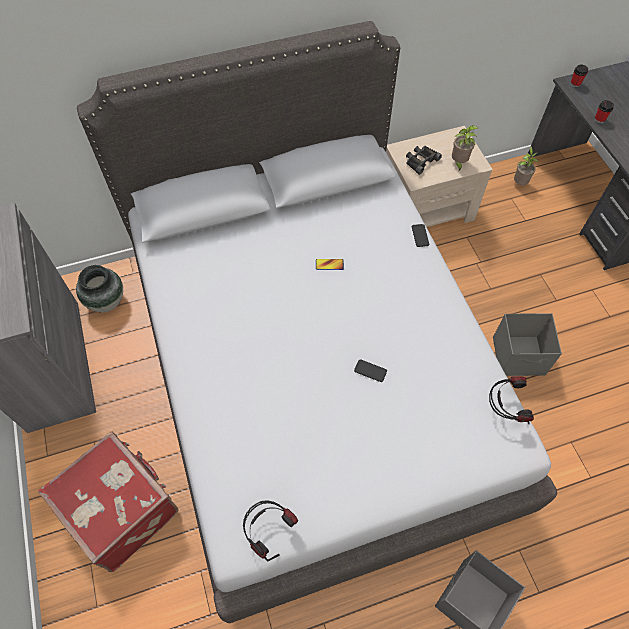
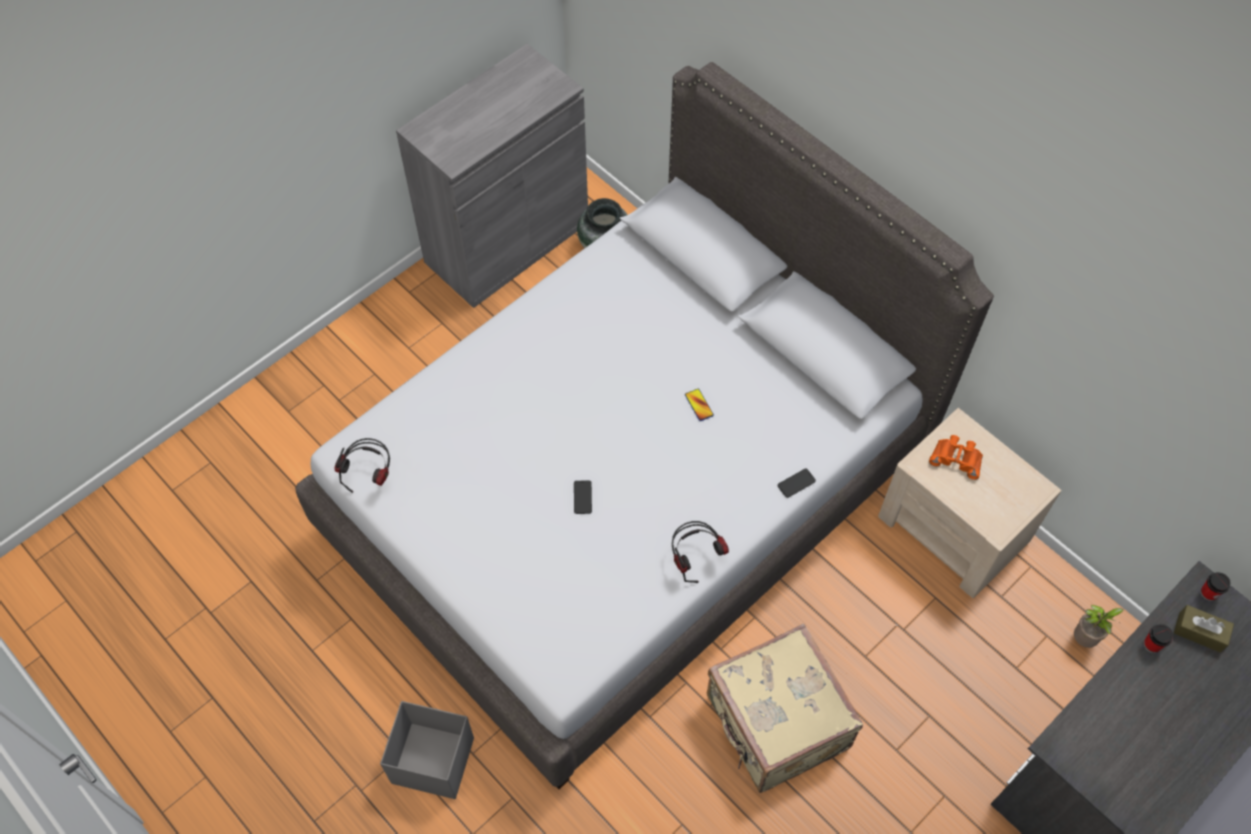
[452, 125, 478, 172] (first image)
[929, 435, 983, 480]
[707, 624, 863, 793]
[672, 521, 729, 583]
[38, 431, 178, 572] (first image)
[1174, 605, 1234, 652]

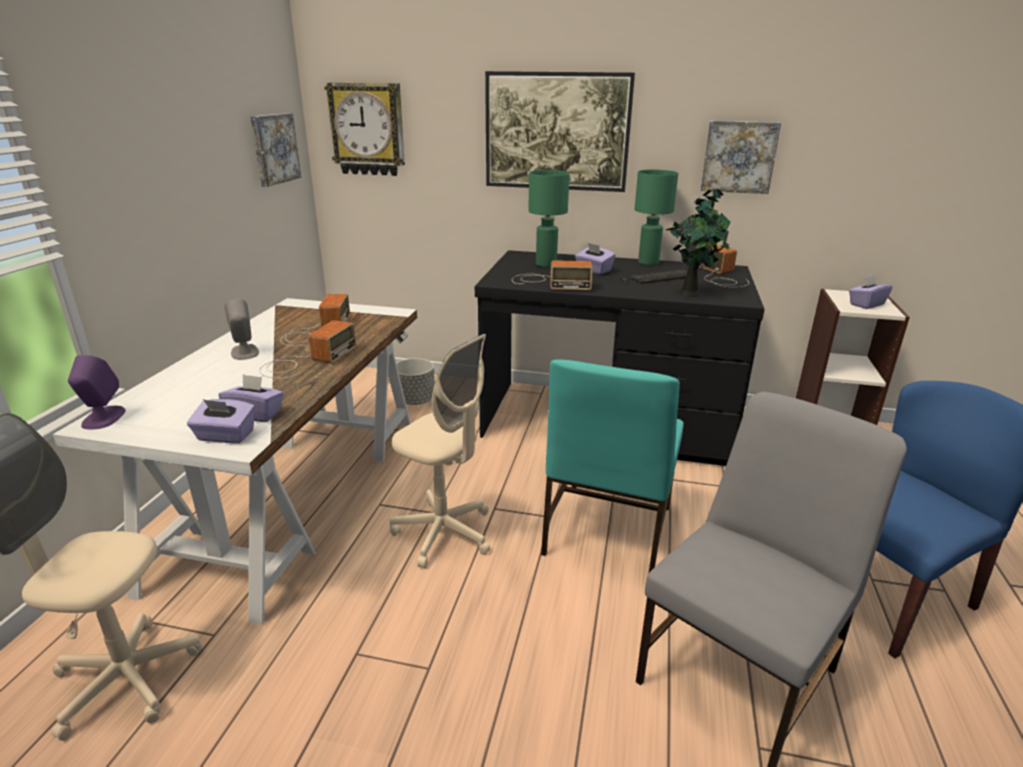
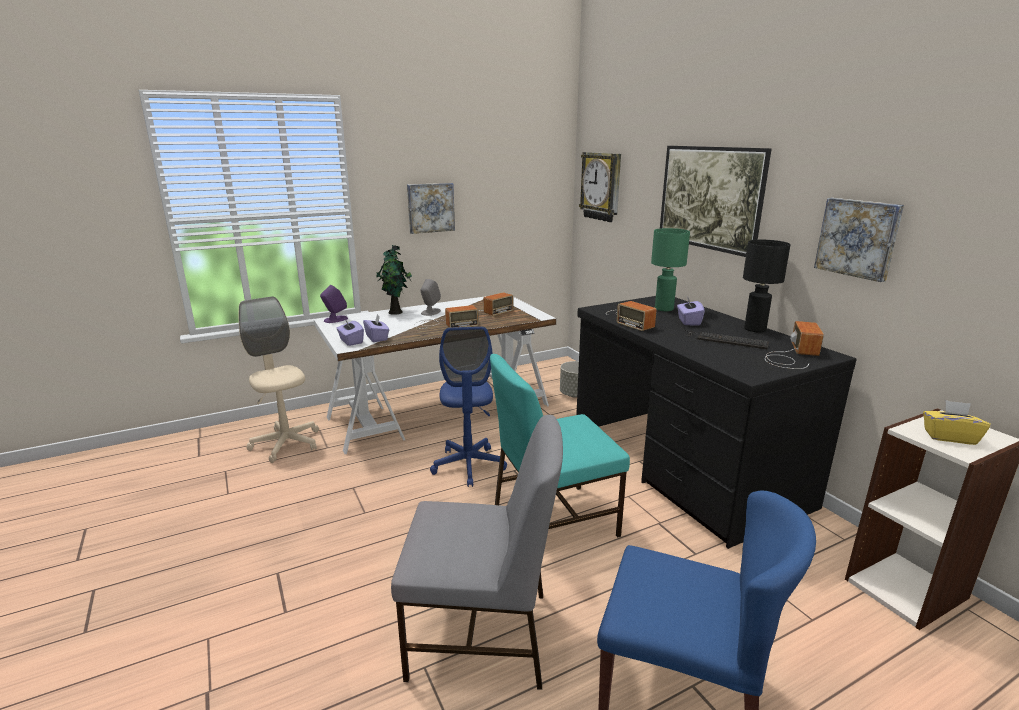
[407, 183, 455, 234]
[743, 240, 791, 332]
[376, 245, 412, 315]
[923, 400, 991, 445]
[430, 326, 507, 487]

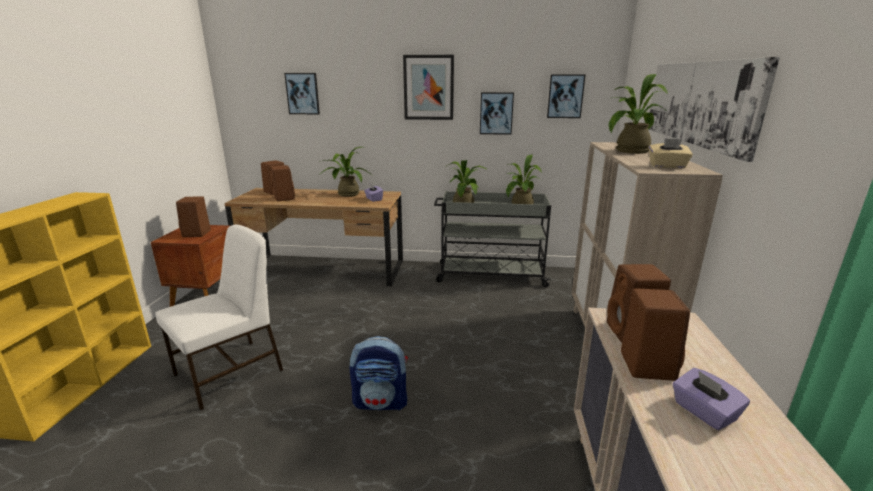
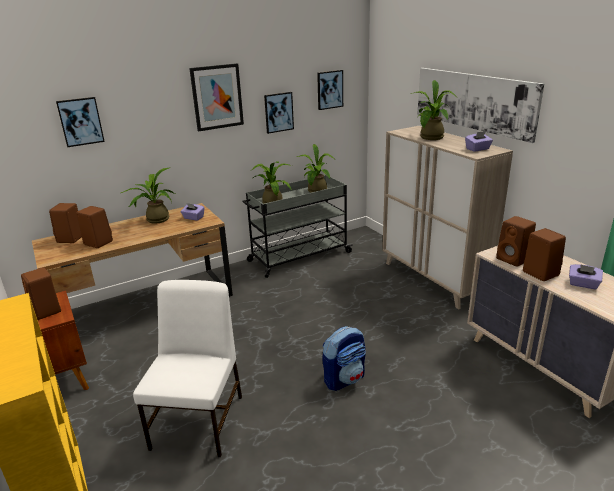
[465, 131, 493, 152]

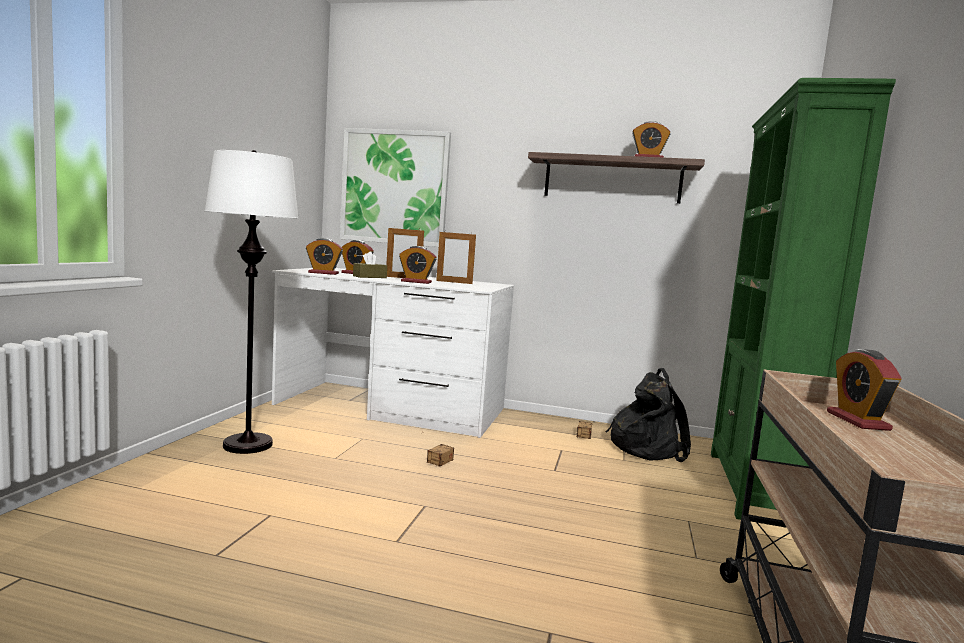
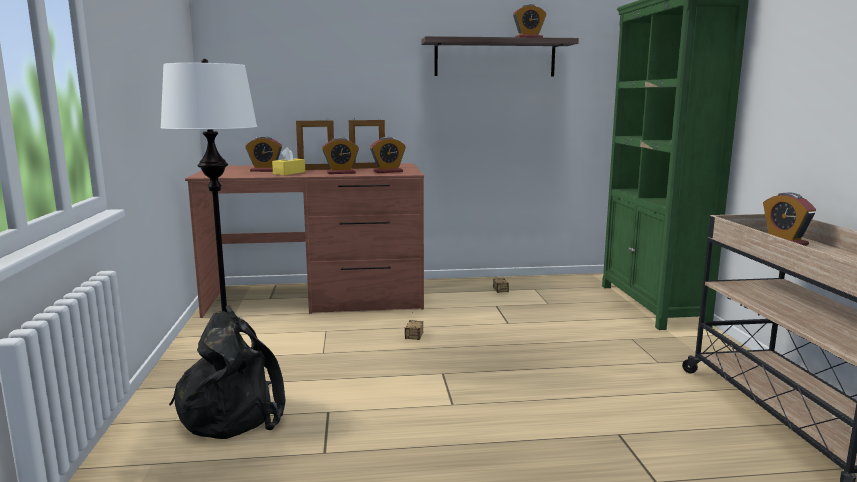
[340, 128, 451, 247] (first image)
[370, 137, 406, 173]
[272, 147, 305, 175]
[185, 163, 424, 318]
[169, 305, 285, 439]

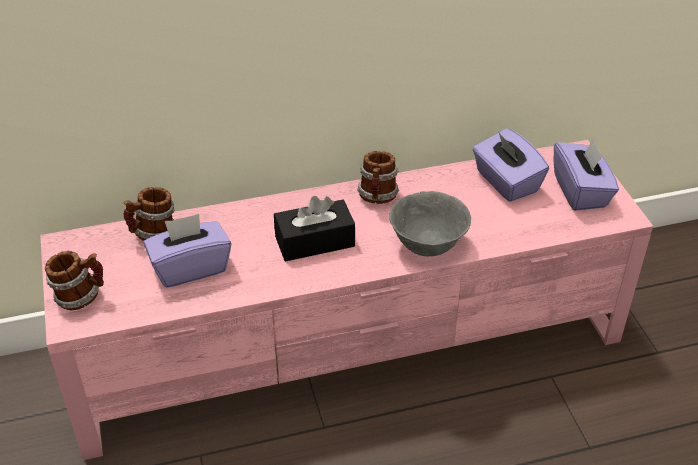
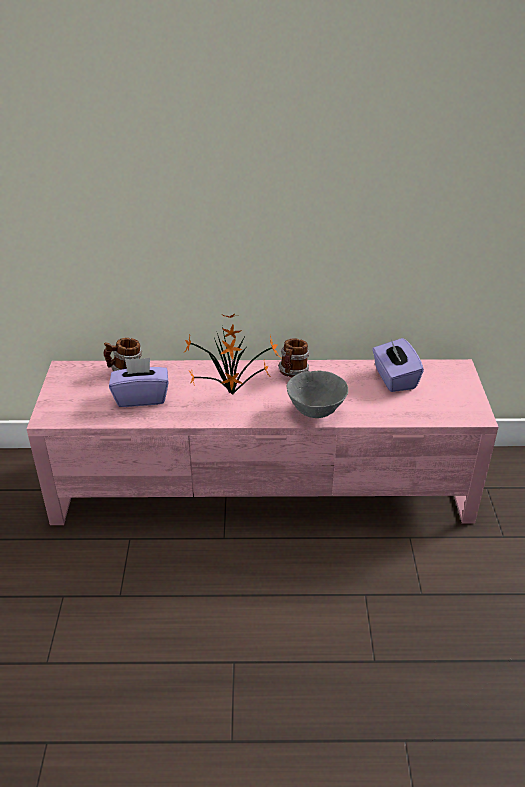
[554, 137, 619, 211] (first image)
[185, 313, 281, 394]
[45, 251, 104, 310] (first image)

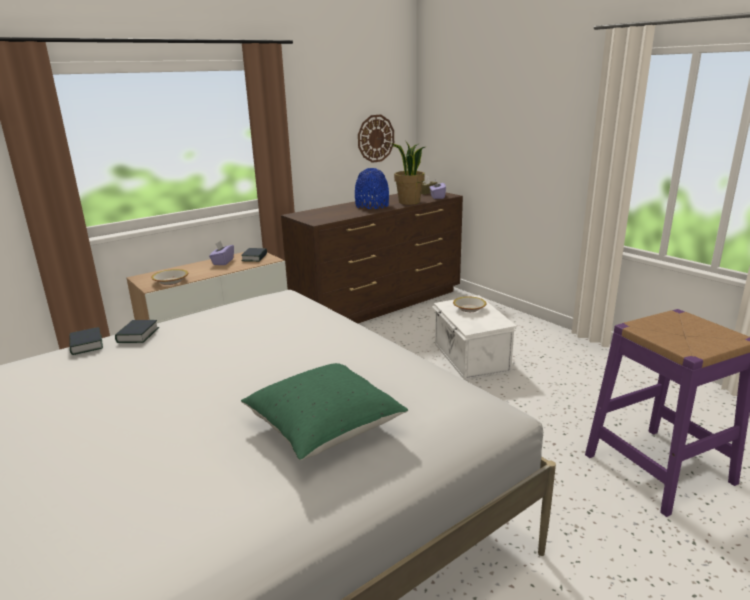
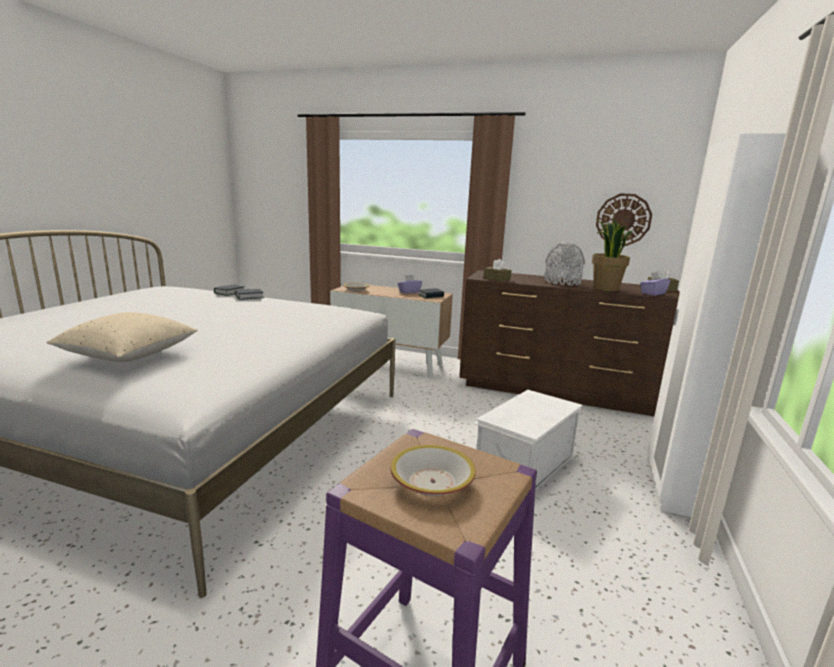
[545, 242, 585, 286]
[390, 445, 476, 497]
[47, 312, 198, 362]
[647, 133, 786, 517]
[484, 259, 511, 282]

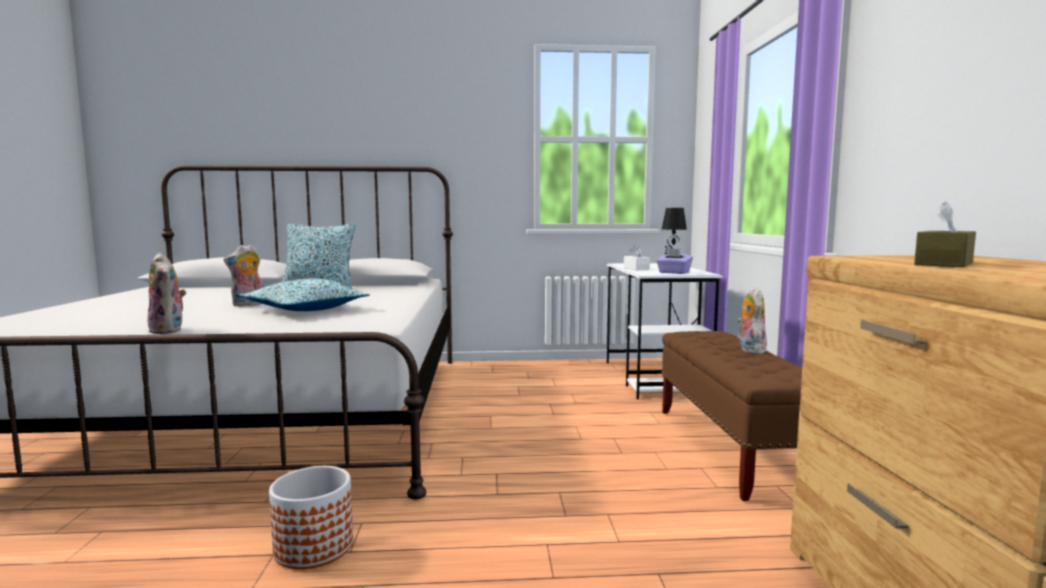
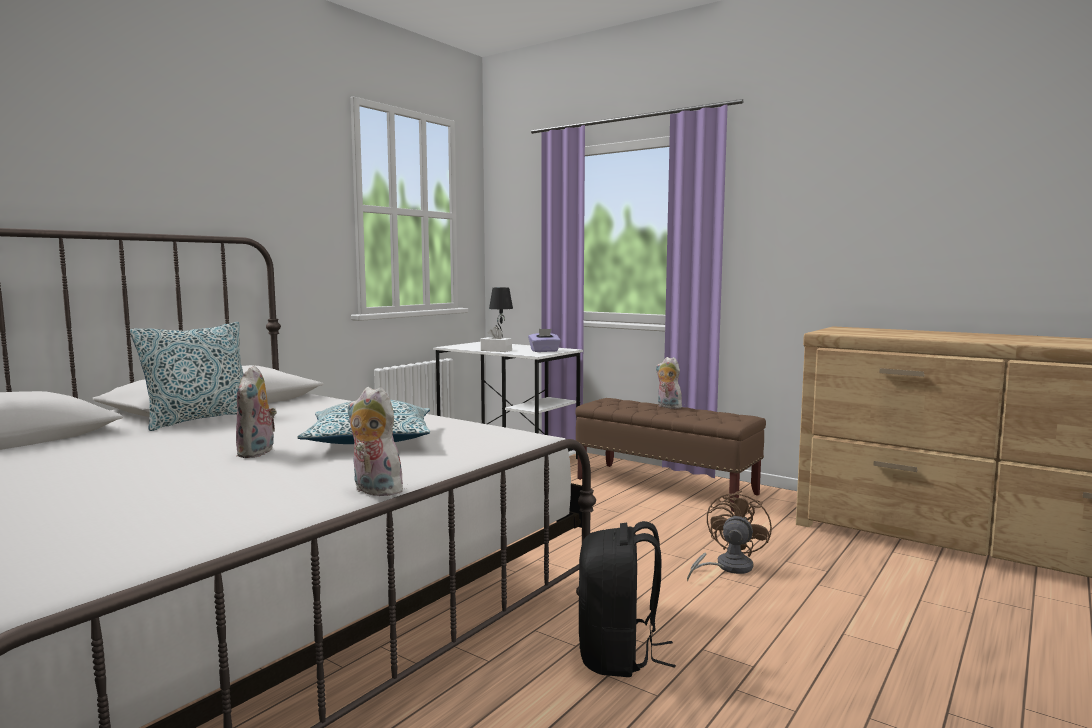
[914, 200, 976, 267] (first image)
[348, 387, 403, 496]
[579, 521, 676, 677]
[687, 490, 772, 581]

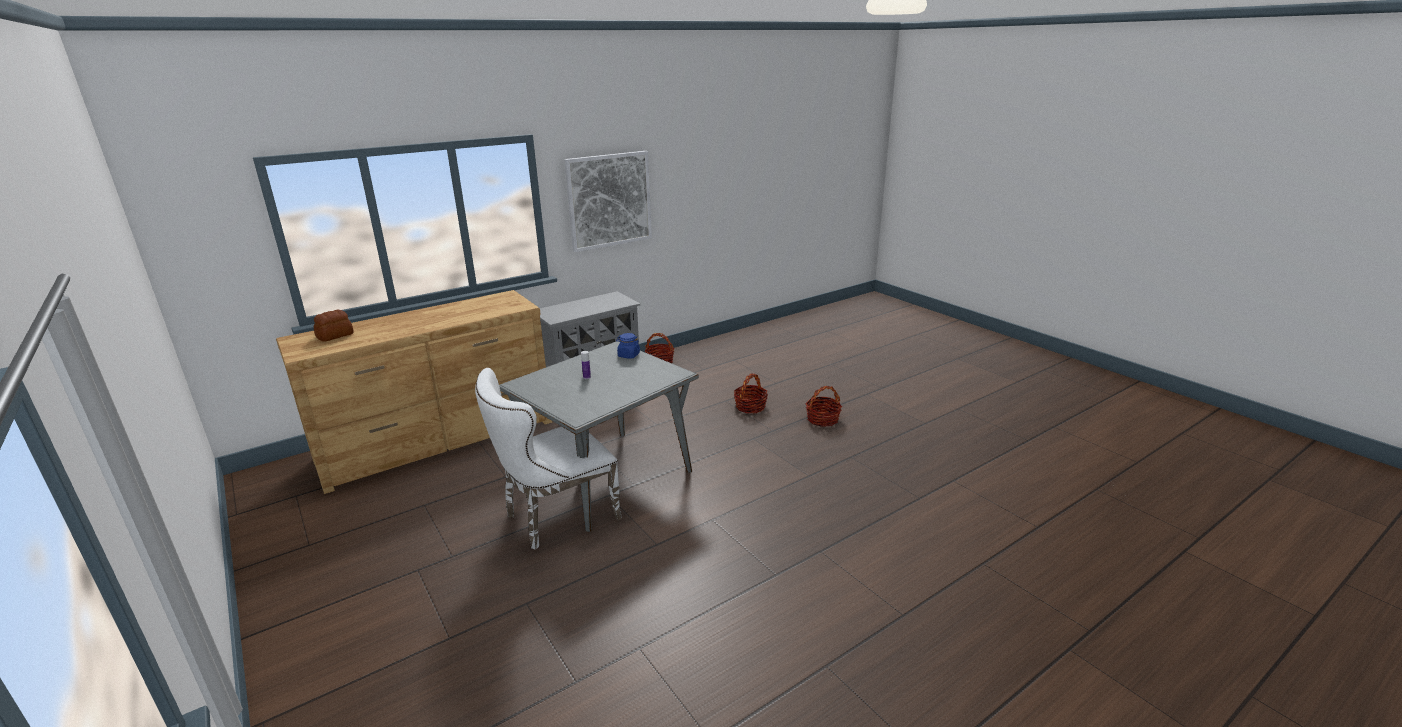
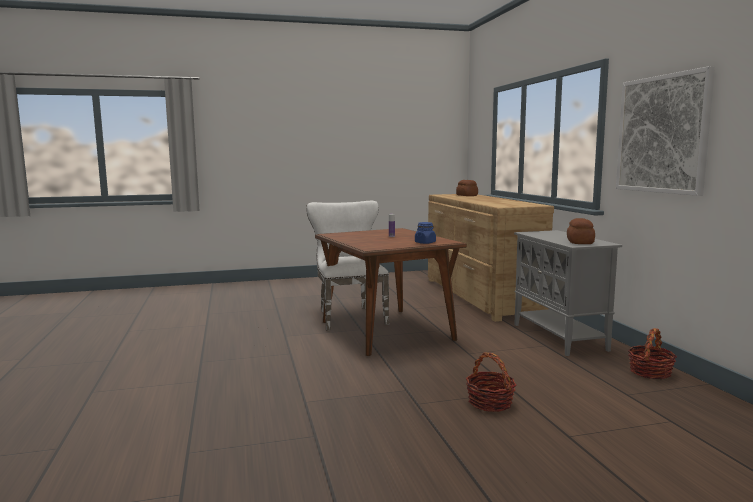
[315, 228, 467, 356]
[806, 386, 842, 427] (first image)
[567, 218, 595, 244]

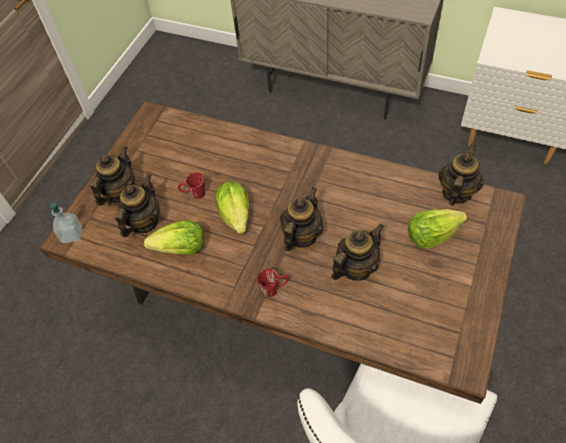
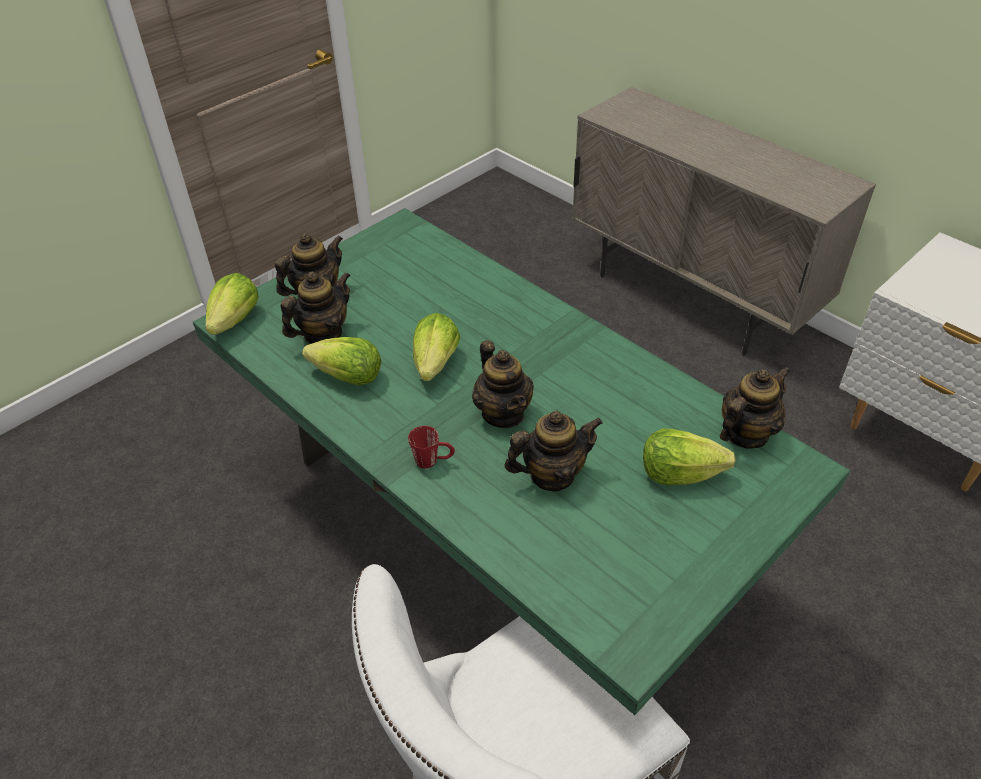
[193, 208, 850, 715]
[178, 172, 205, 199] (first image)
[472, 340, 534, 428]
[205, 273, 259, 335]

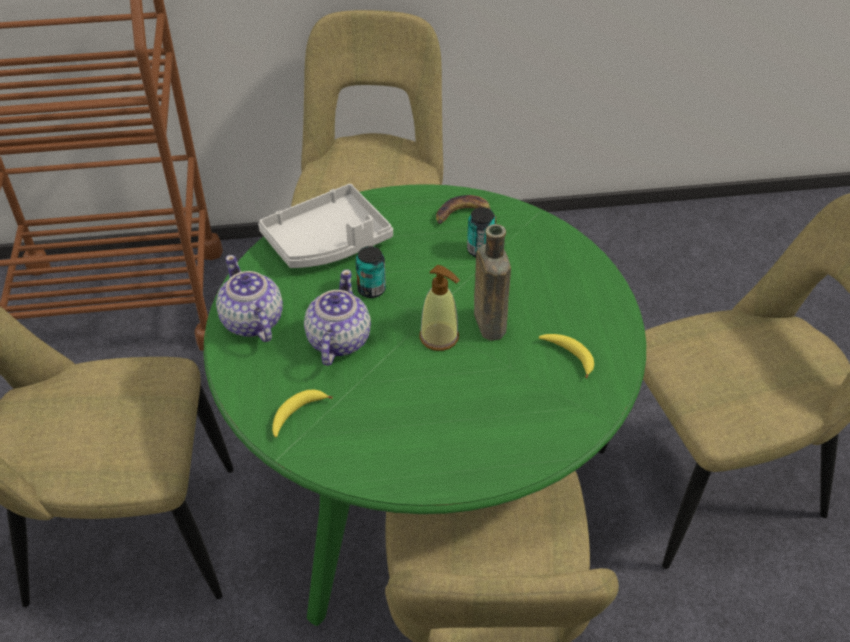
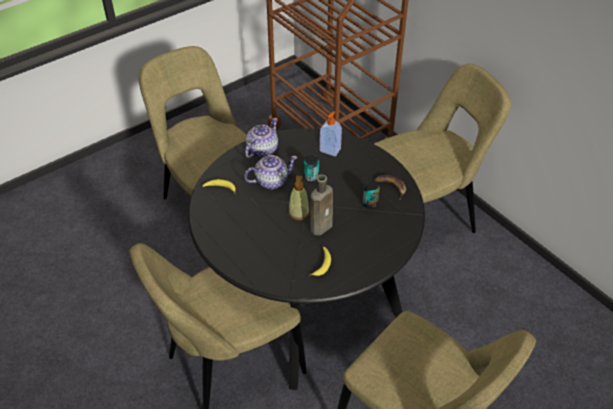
[188, 128, 425, 390]
[320, 111, 342, 156]

